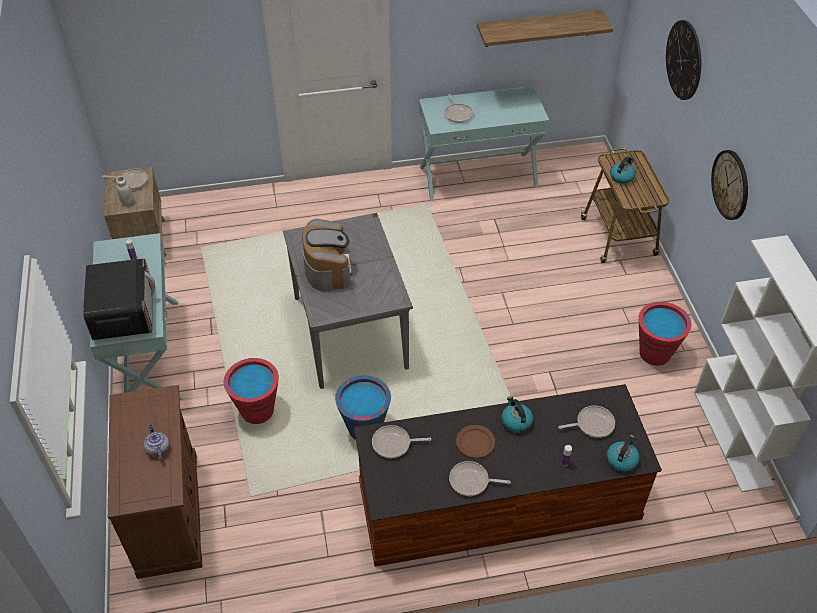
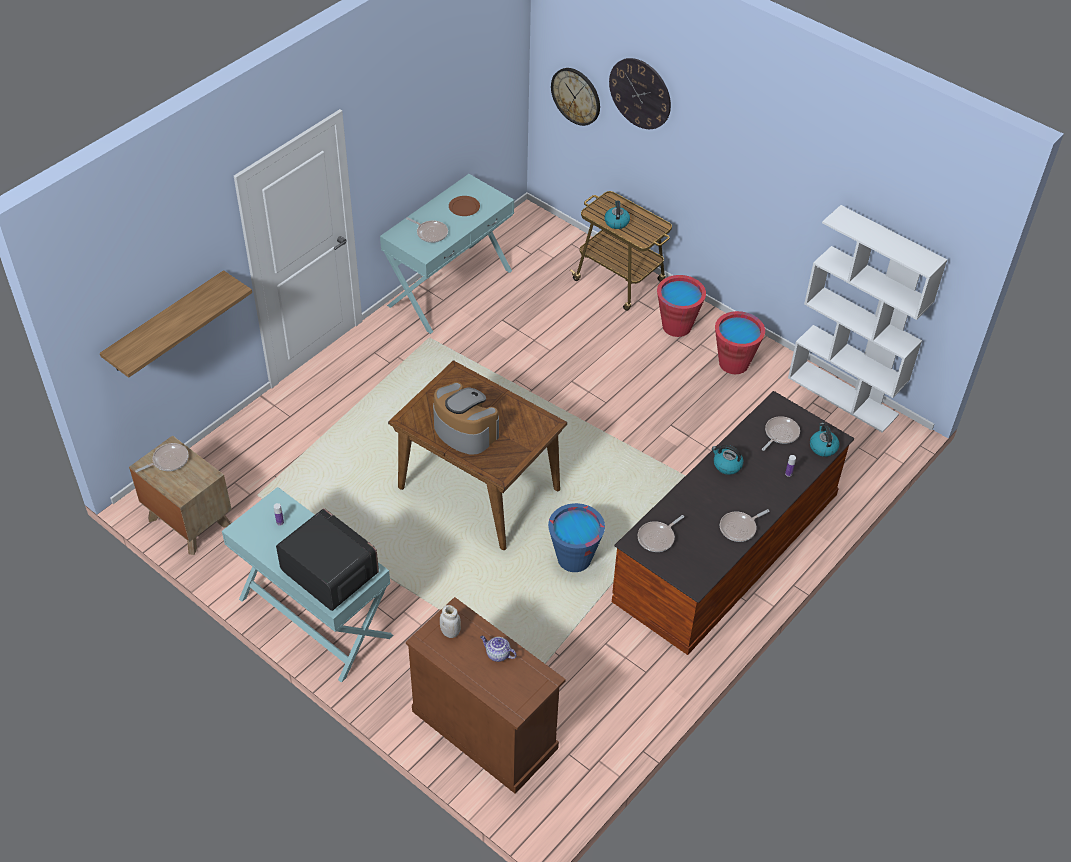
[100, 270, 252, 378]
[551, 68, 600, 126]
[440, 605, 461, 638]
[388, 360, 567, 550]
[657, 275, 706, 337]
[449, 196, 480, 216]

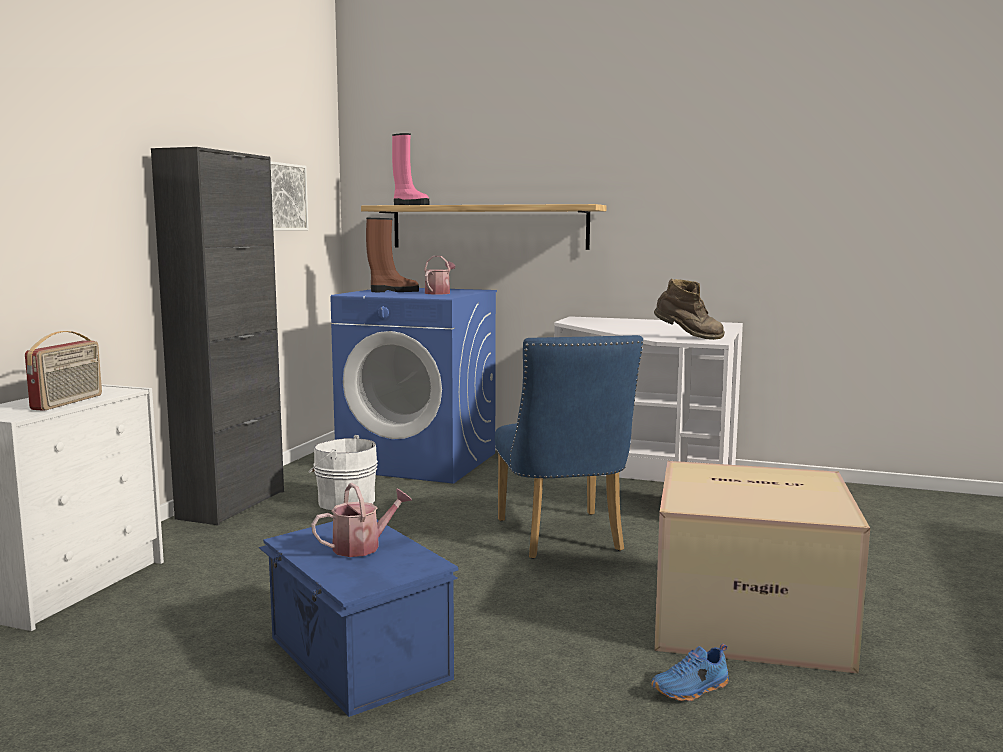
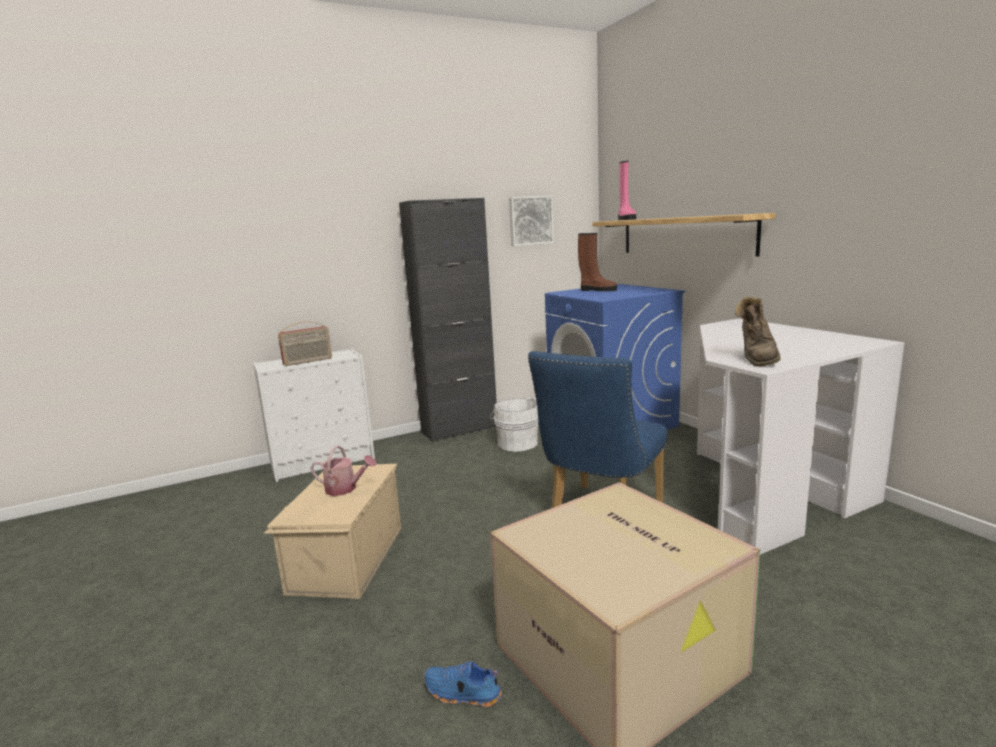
[424, 256, 456, 295] (first image)
[735, 296, 781, 367]
[264, 464, 401, 599]

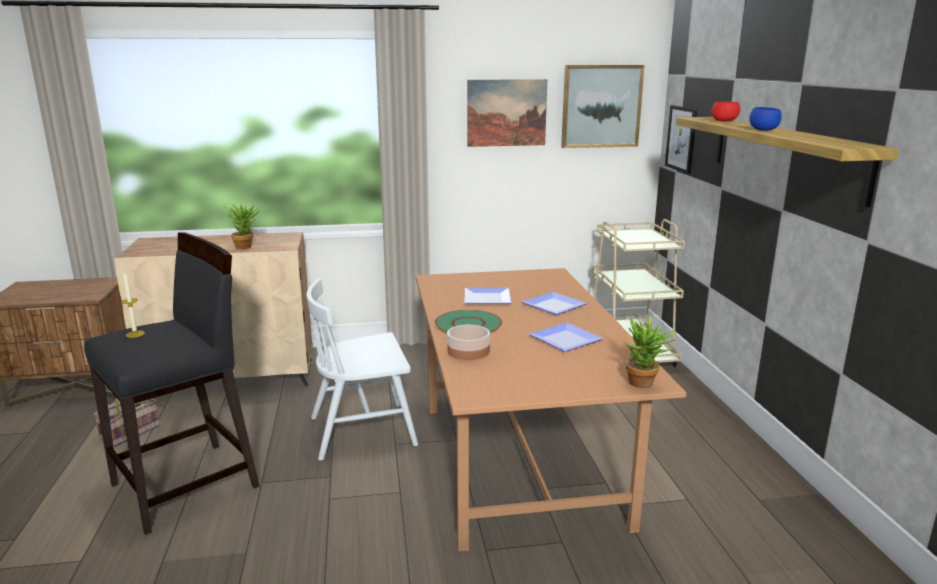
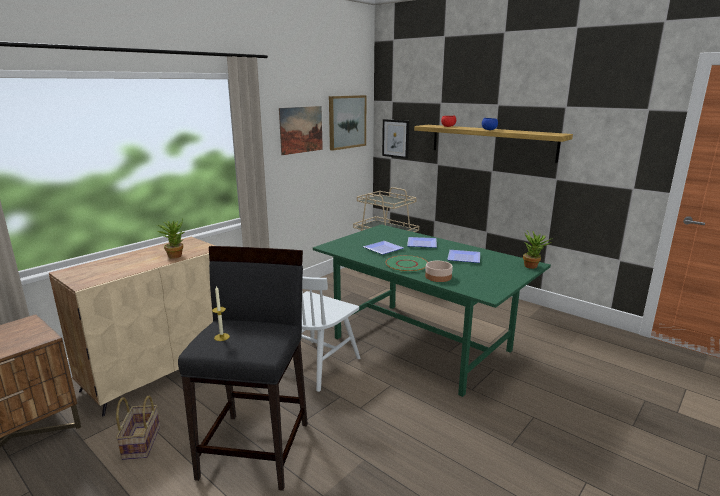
[313, 224, 551, 397]

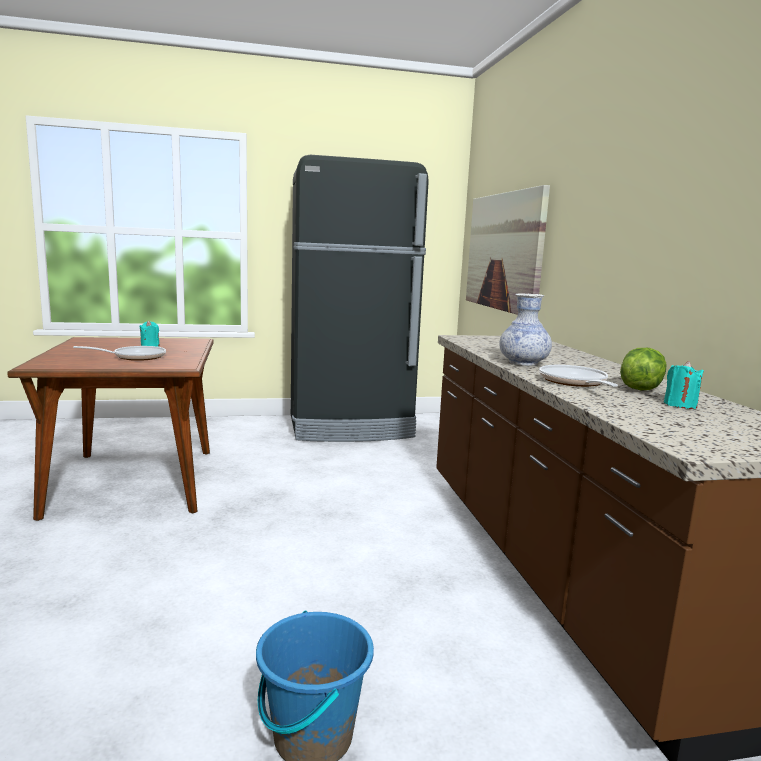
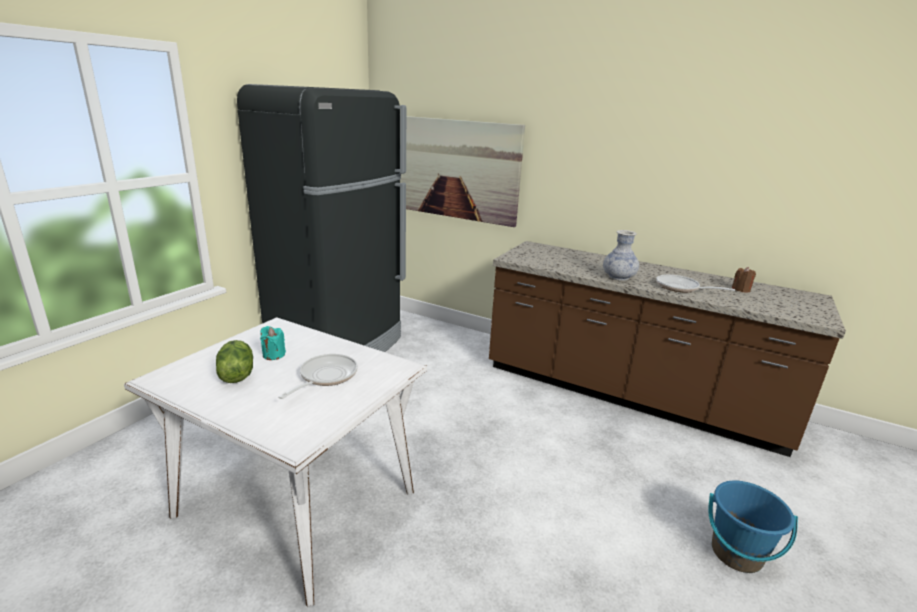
[124, 317, 427, 606]
[216, 340, 253, 383]
[732, 267, 756, 292]

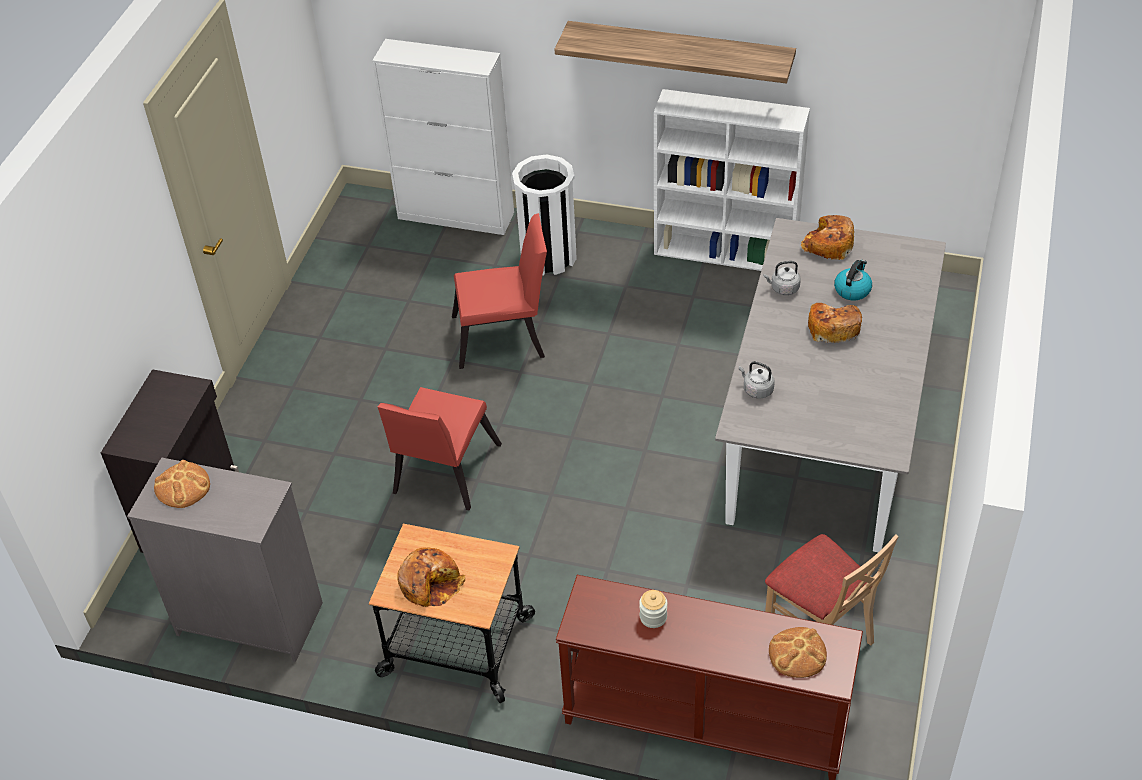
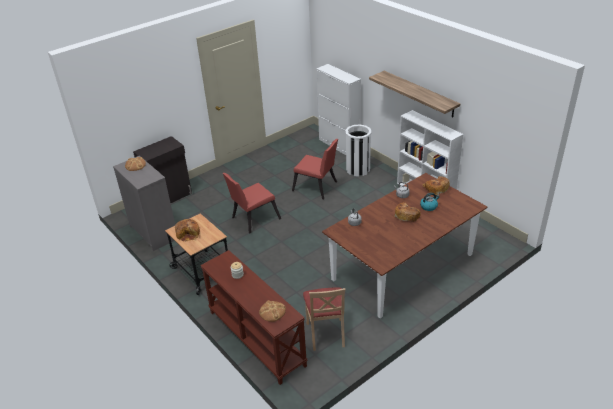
[322, 173, 487, 318]

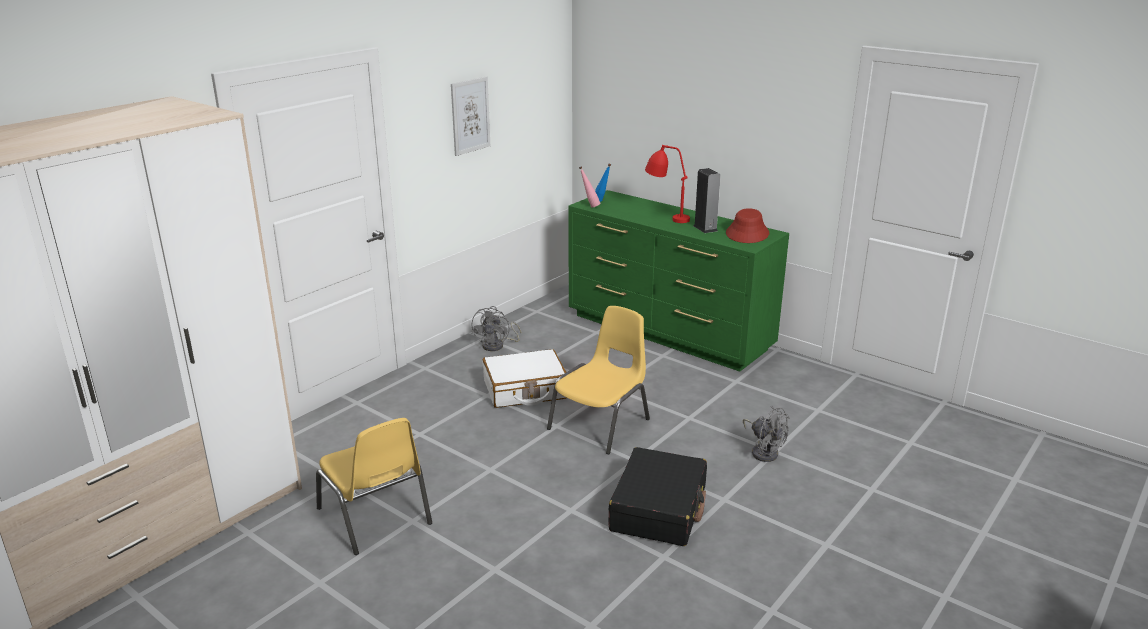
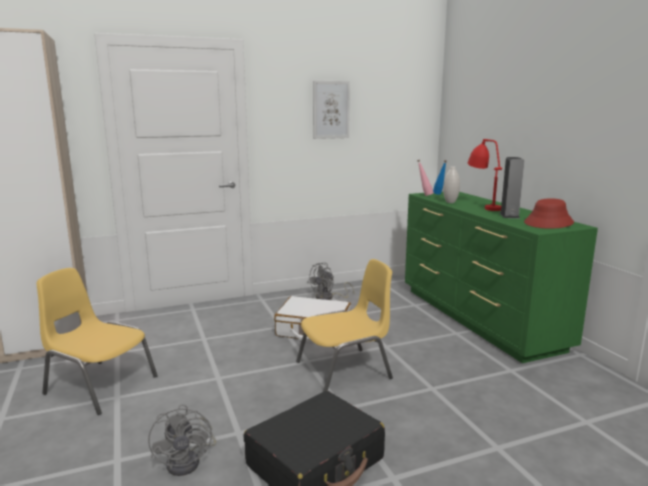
[148, 404, 216, 476]
[36, 268, 158, 415]
[443, 166, 460, 203]

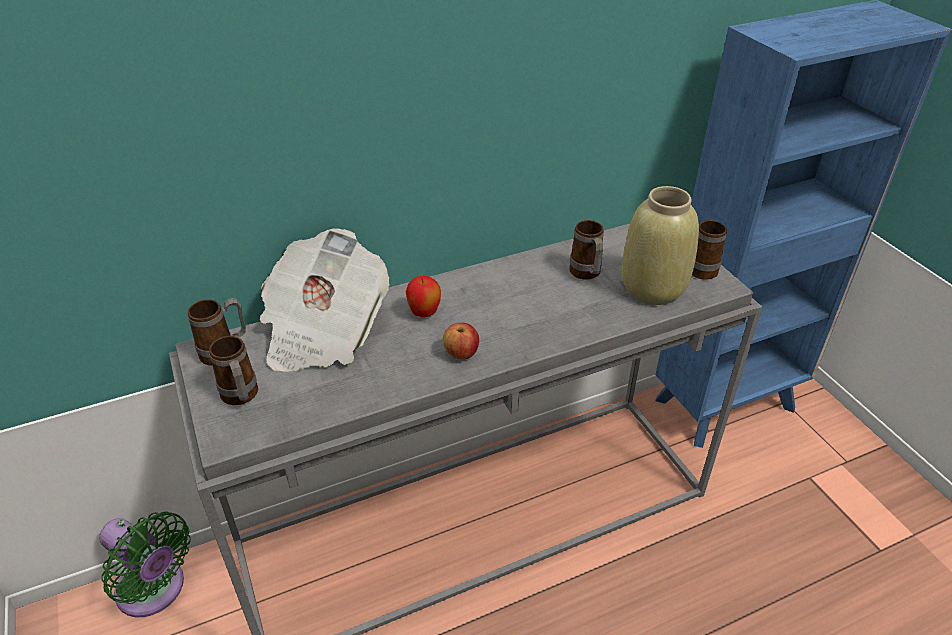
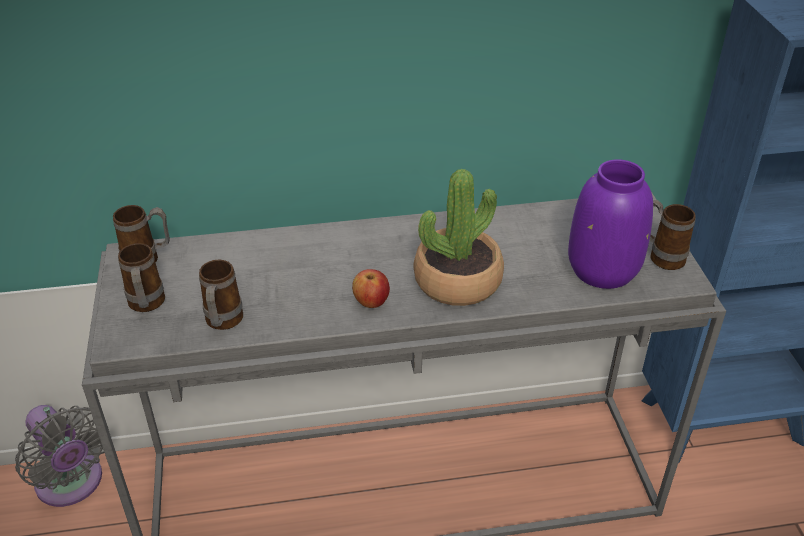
[568, 159, 653, 289]
[199, 260, 243, 330]
[260, 228, 390, 372] (first image)
[406, 276, 441, 318] (first image)
[15, 405, 104, 507]
[414, 169, 504, 306]

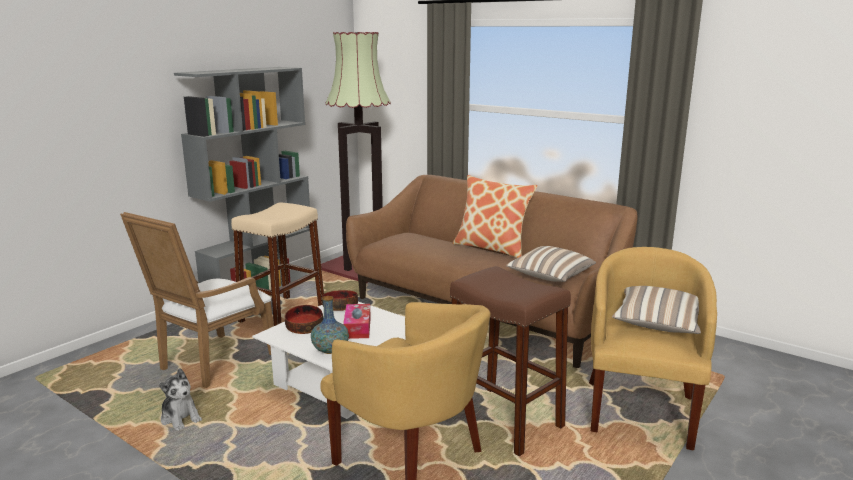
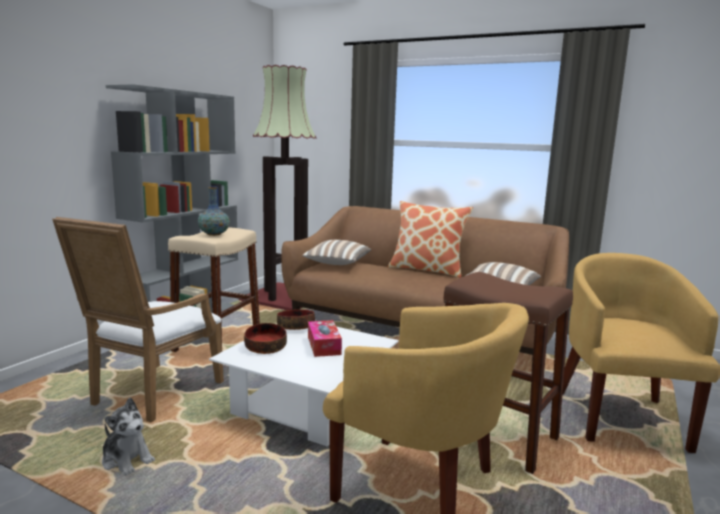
[302, 240, 371, 265]
[198, 187, 230, 236]

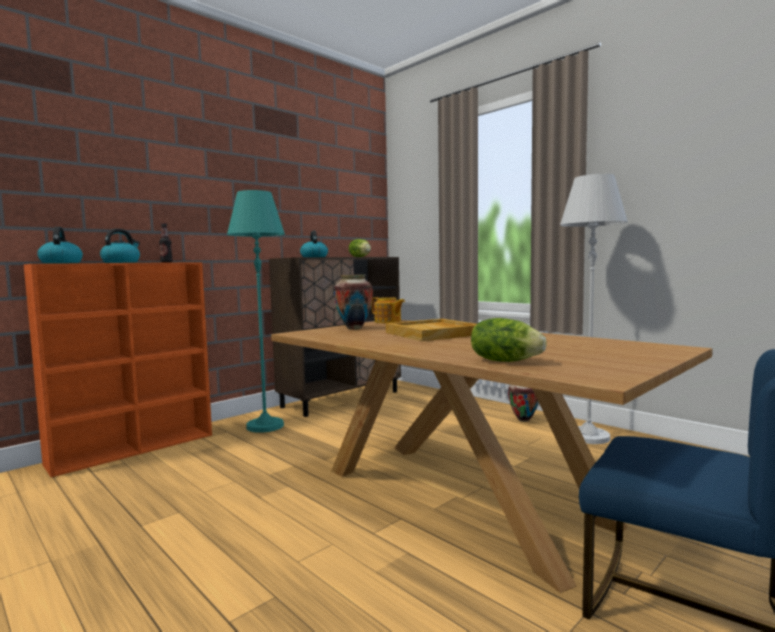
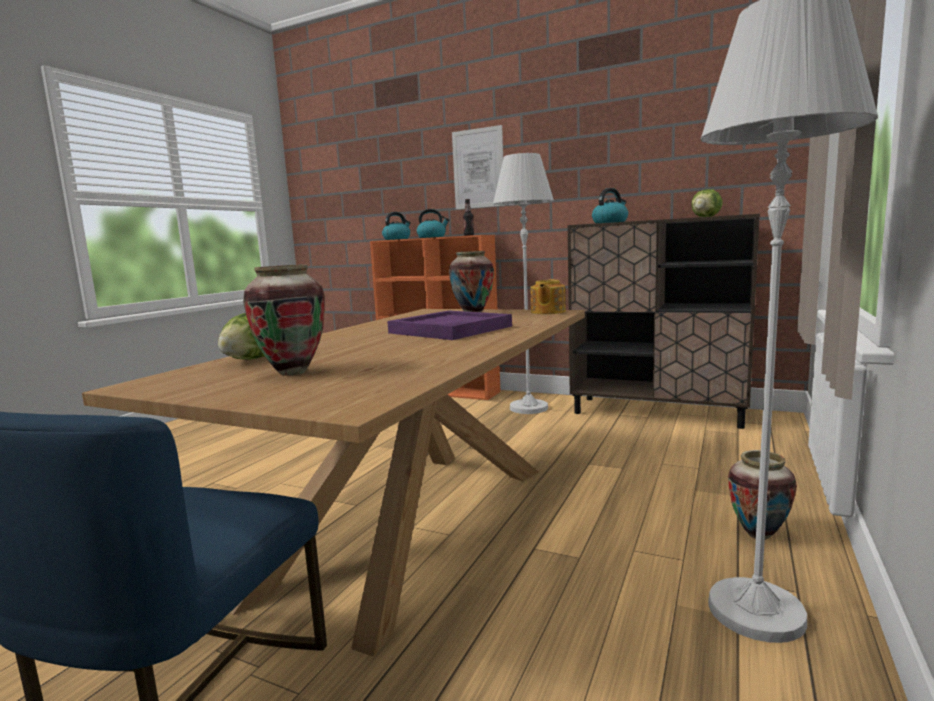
[493, 153, 554, 414]
[387, 310, 512, 340]
[452, 125, 505, 210]
[243, 265, 325, 376]

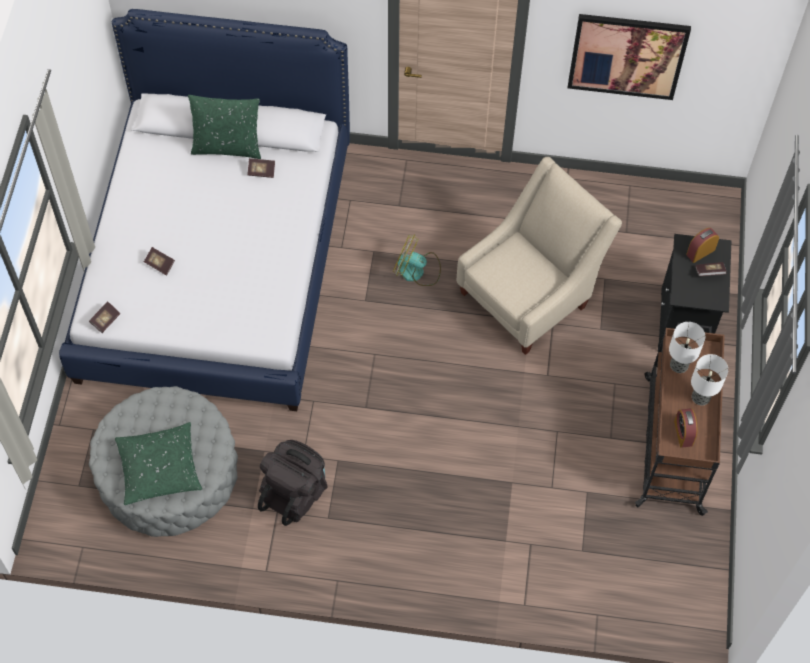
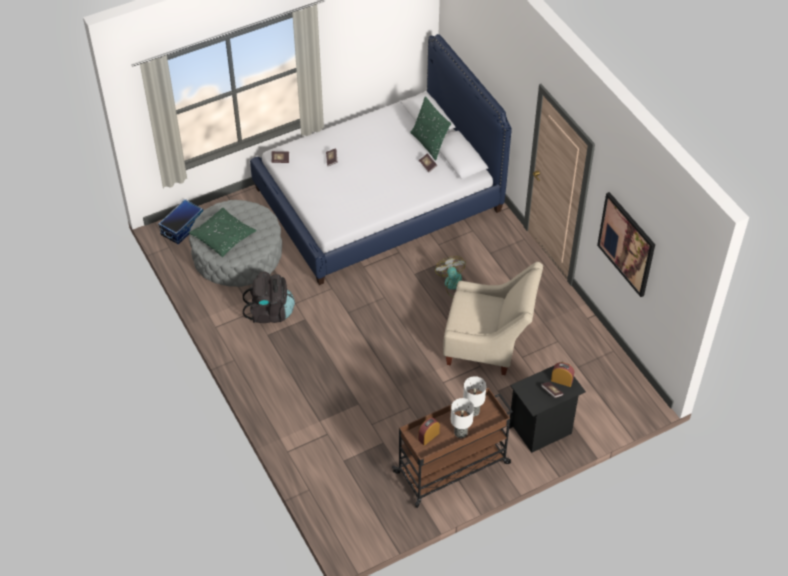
[158, 199, 203, 245]

